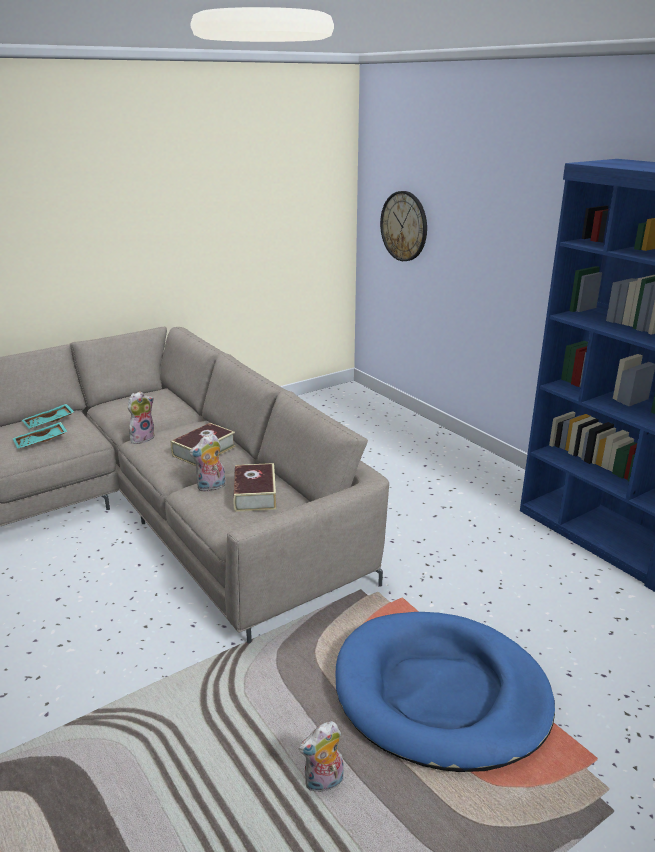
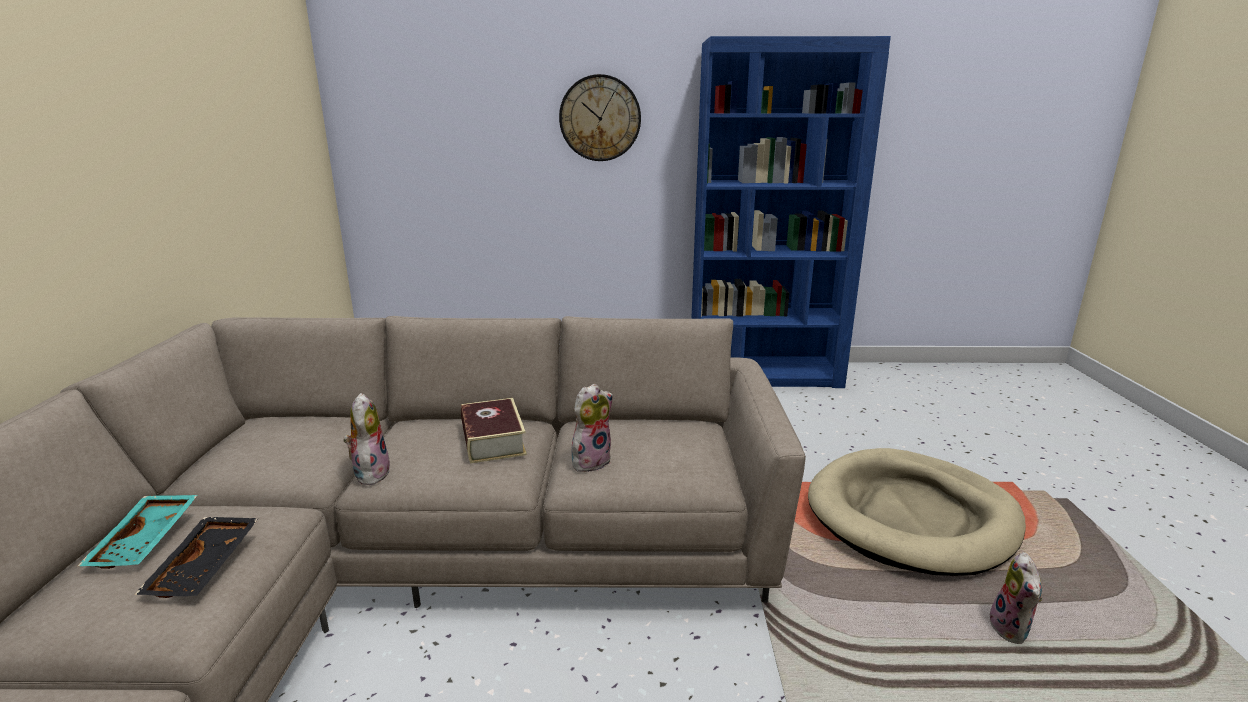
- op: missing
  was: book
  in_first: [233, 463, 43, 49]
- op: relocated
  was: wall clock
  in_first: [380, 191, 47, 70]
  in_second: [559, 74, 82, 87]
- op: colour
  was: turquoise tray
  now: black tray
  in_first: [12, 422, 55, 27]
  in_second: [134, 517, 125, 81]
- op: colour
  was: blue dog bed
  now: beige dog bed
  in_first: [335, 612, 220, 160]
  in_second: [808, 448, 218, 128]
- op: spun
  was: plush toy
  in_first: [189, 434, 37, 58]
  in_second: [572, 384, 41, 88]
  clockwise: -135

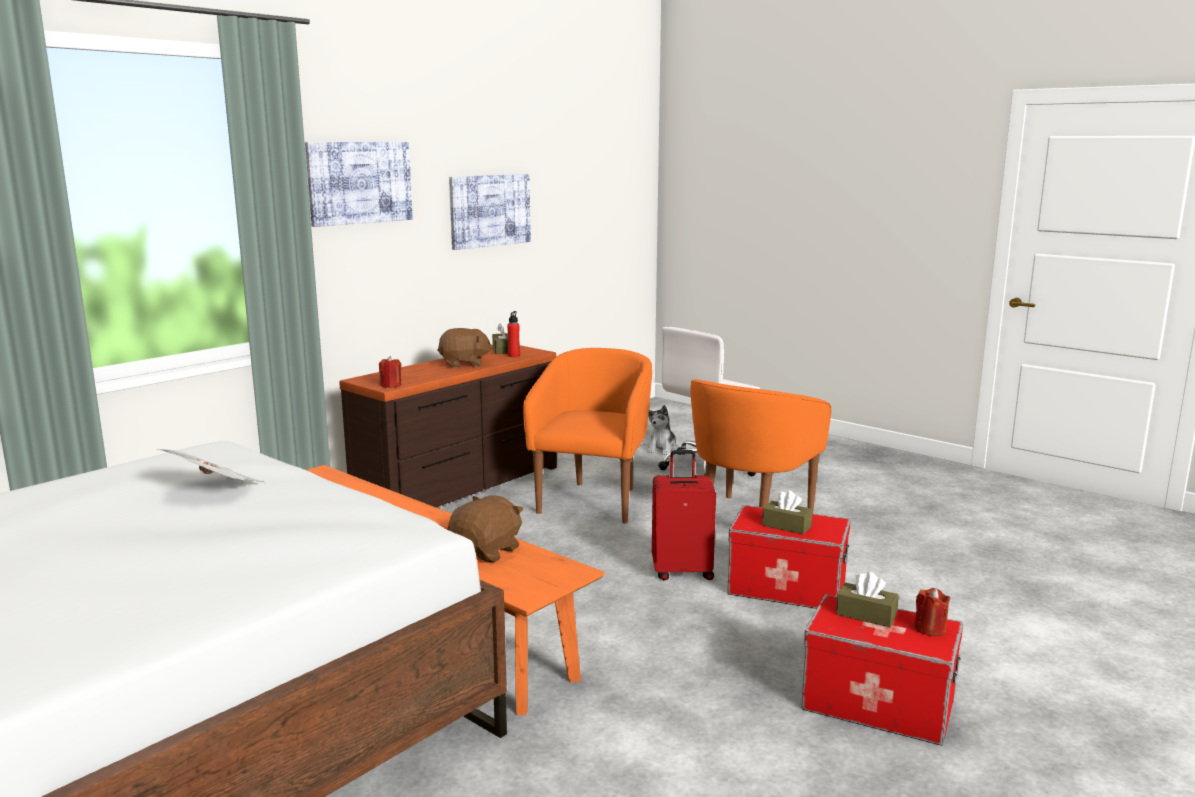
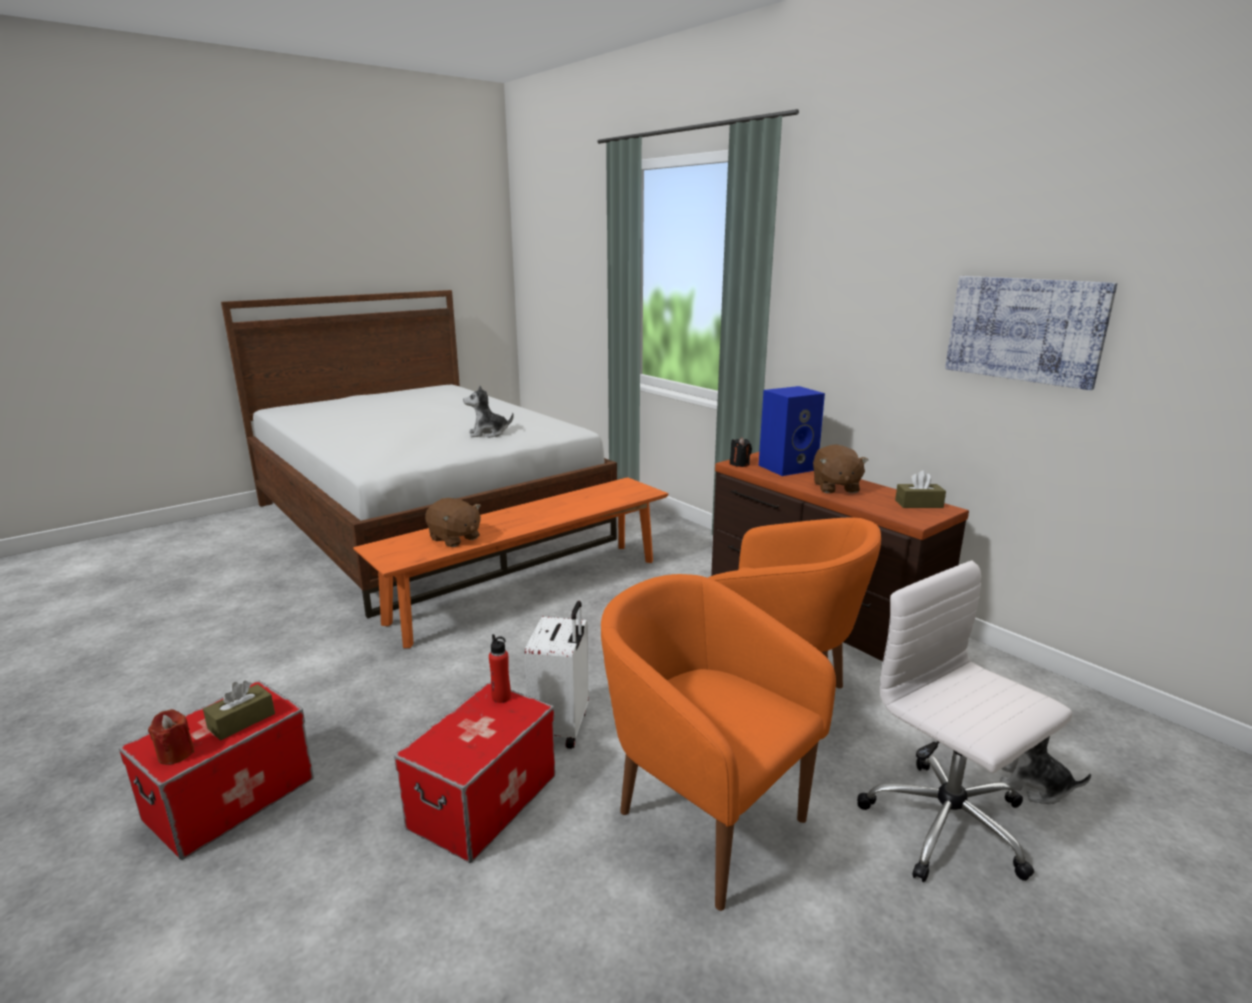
- op: missing
  was: picture
  in_first: [305, 142, 108, 85]
- op: missing
  was: brown tissue box
  in_first: [762, 490, 51, 44]
- op: appeared
  now: blue speaker
  in_second: [759, 386, 66, 90]
- op: relocated
  was: red bottle
  in_first: [507, 311, 13, 46]
  in_second: [489, 634, 22, 69]
- op: exchanged
  was: newspaper
  now: plush toy
  in_first: [156, 449, 109, 33]
  in_second: [463, 385, 51, 53]
- op: colour
  was: red candle
  now: black candle
  in_first: [379, 356, 23, 32]
  in_second: [730, 437, 22, 30]
- op: colour
  was: red suitcase
  now: white suitcase
  in_first: [652, 450, 64, 130]
  in_second: [525, 601, 64, 148]

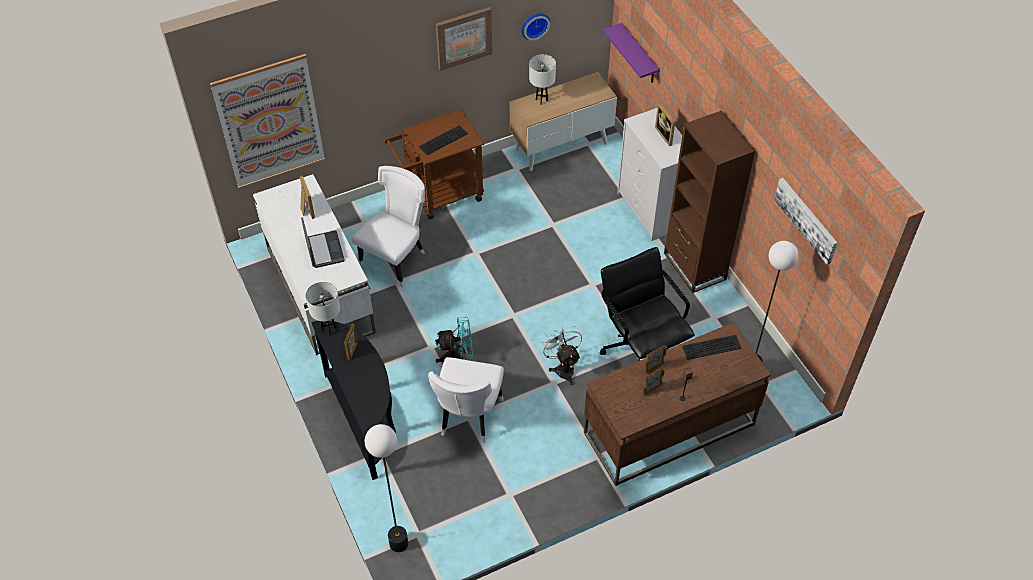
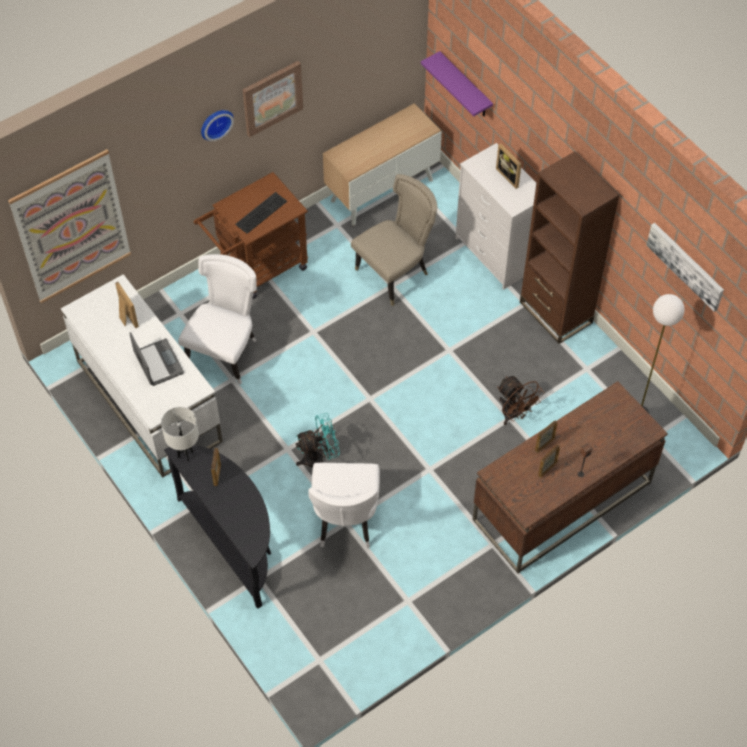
- op: missing
  was: floor lamp
  in_first: [365, 424, 43, 128]
- op: missing
  was: white table lamp
  in_first: [529, 54, 27, 51]
- op: missing
  was: white fan
  in_first: [540, 324, 42, 61]
- op: missing
  was: keyboard
  in_first: [682, 335, 60, 25]
- op: appeared
  now: beige chair
  in_second: [351, 174, 86, 132]
- op: relocated
  was: wall clock
  in_first: [522, 13, 28, 27]
  in_second: [201, 110, 33, 31]
- op: exchanged
  was: black office chair
  now: brown fan
  in_first: [600, 247, 95, 114]
  in_second: [497, 376, 47, 49]

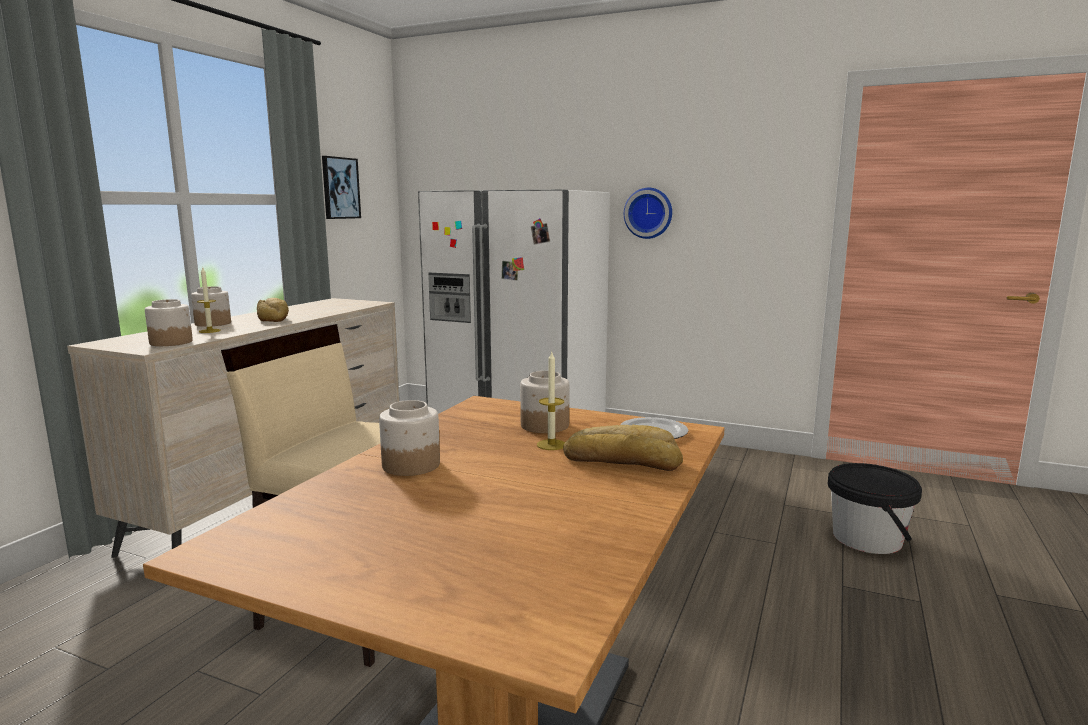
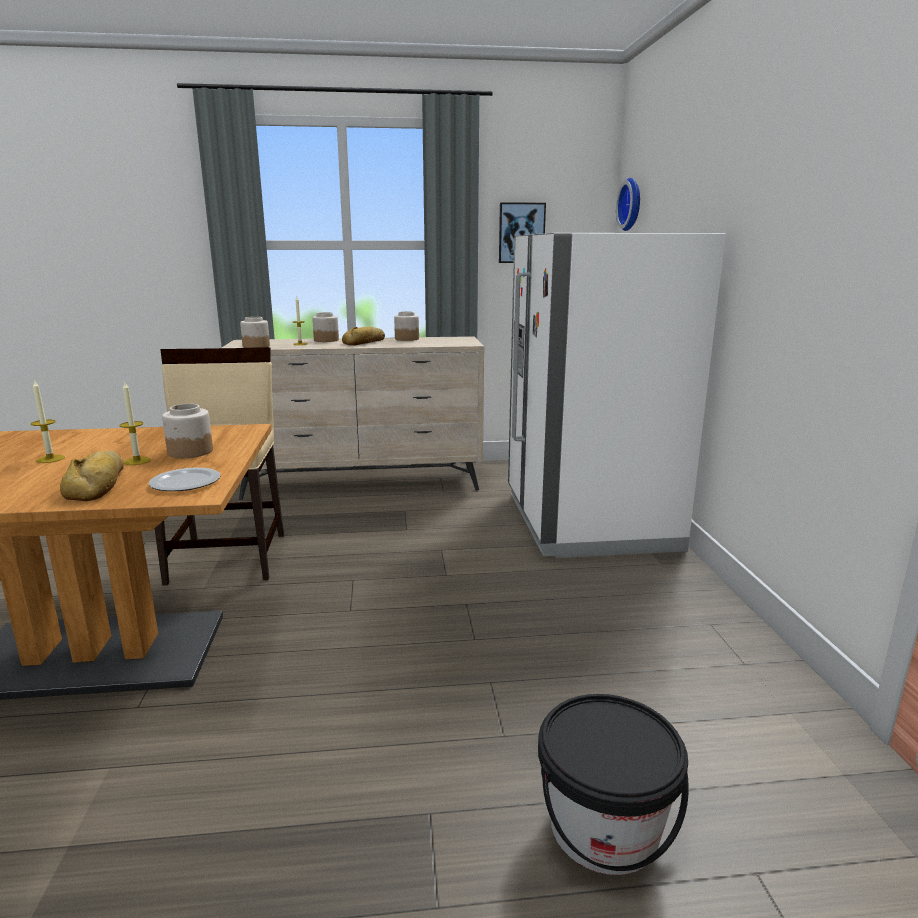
- op: appeared
  now: candle
  in_second: [31, 379, 34, 84]
- op: relocated
  was: jar
  in_first: [379, 400, 61, 76]
  in_second: [394, 311, 25, 30]
- op: relocated
  was: wall clock
  in_first: [624, 188, 48, 51]
  in_second: [616, 178, 24, 53]

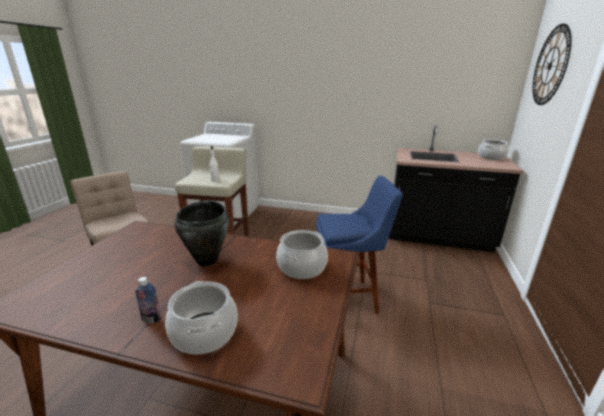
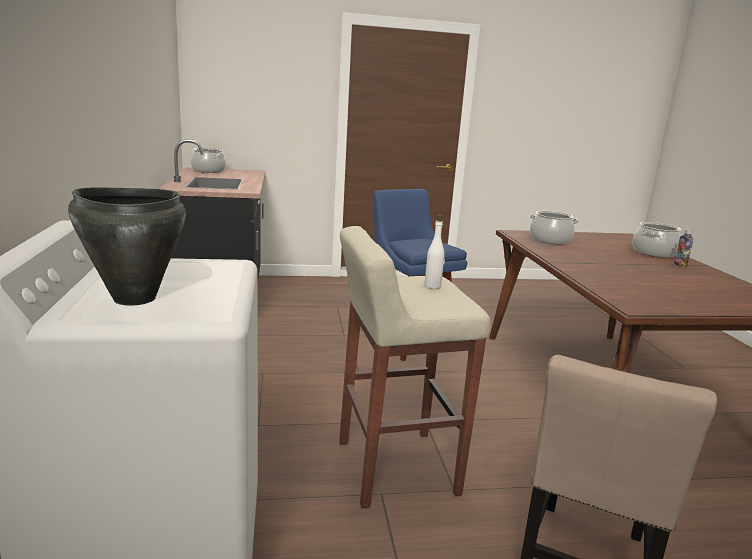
- op: missing
  was: wall clock
  in_first: [532, 23, 40, 82]
- op: relocated
  was: black cooking pot
  in_first: [174, 201, 55, 65]
  in_second: [68, 188, 118, 118]

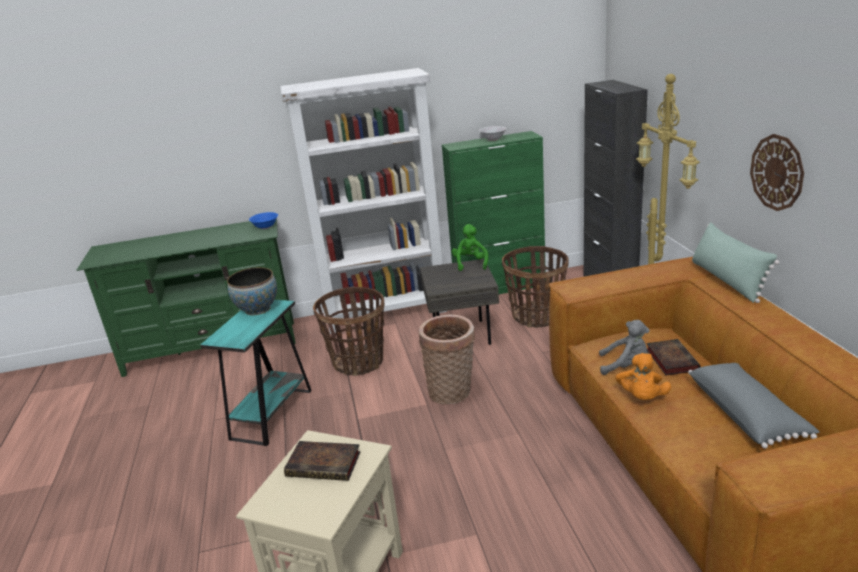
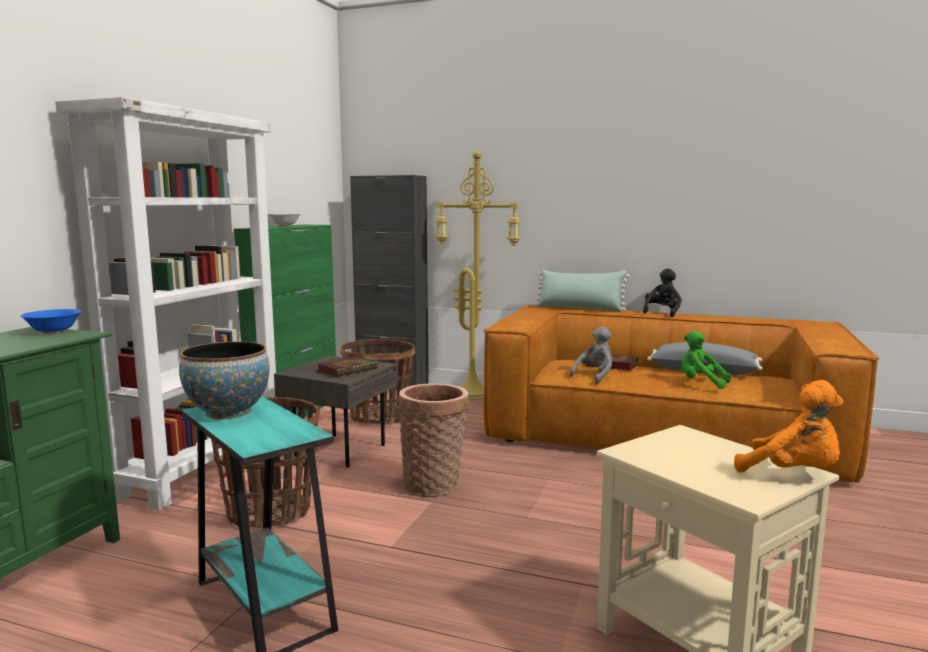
- op: missing
  was: wall clock
  in_first: [750, 134, 54, 77]
- op: appeared
  now: black plush toy
  in_second: [643, 269, 39, 48]
- op: relocated
  was: book
  in_first: [284, 441, 77, 40]
  in_second: [317, 356, 61, 21]
- op: relocated
  was: green plush toy
  in_first: [452, 224, 36, 47]
  in_second: [681, 331, 50, 58]
- op: relocated
  was: orange plush toy
  in_first: [615, 353, 56, 47]
  in_second: [734, 380, 109, 93]

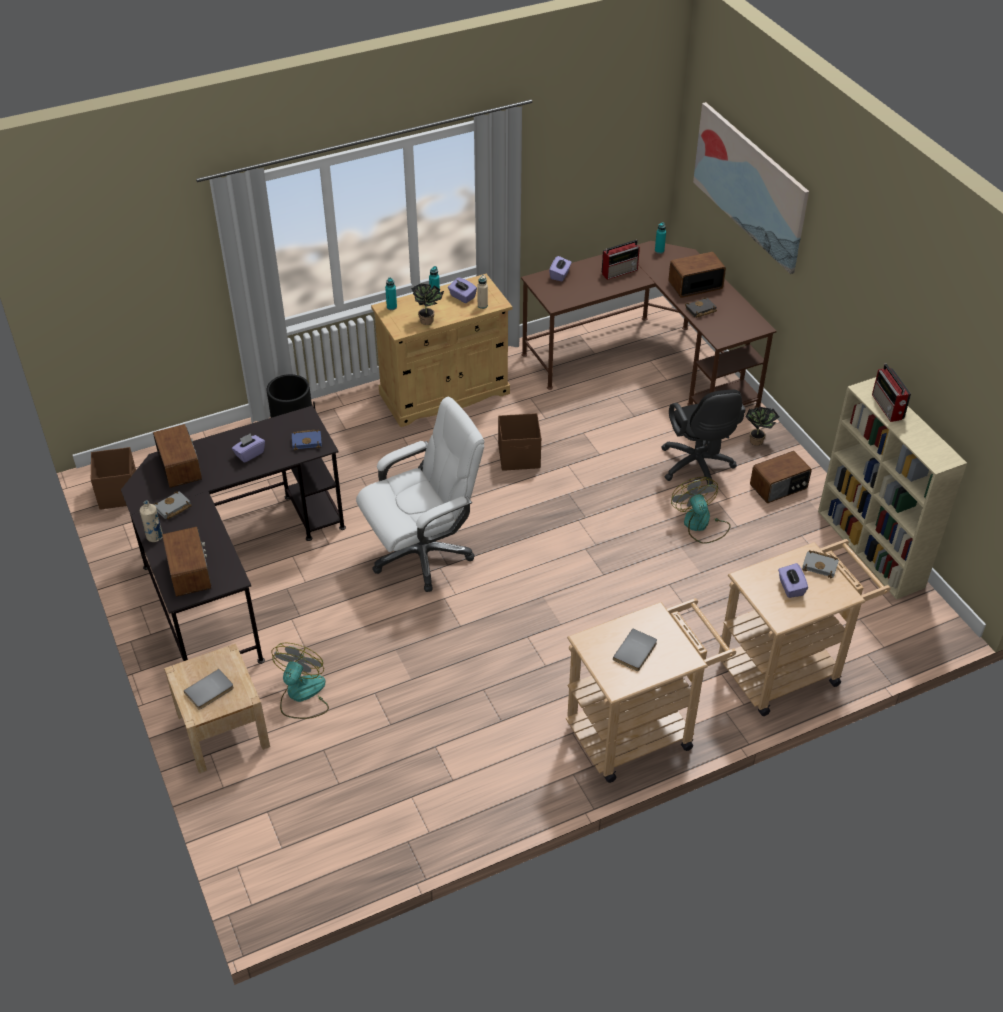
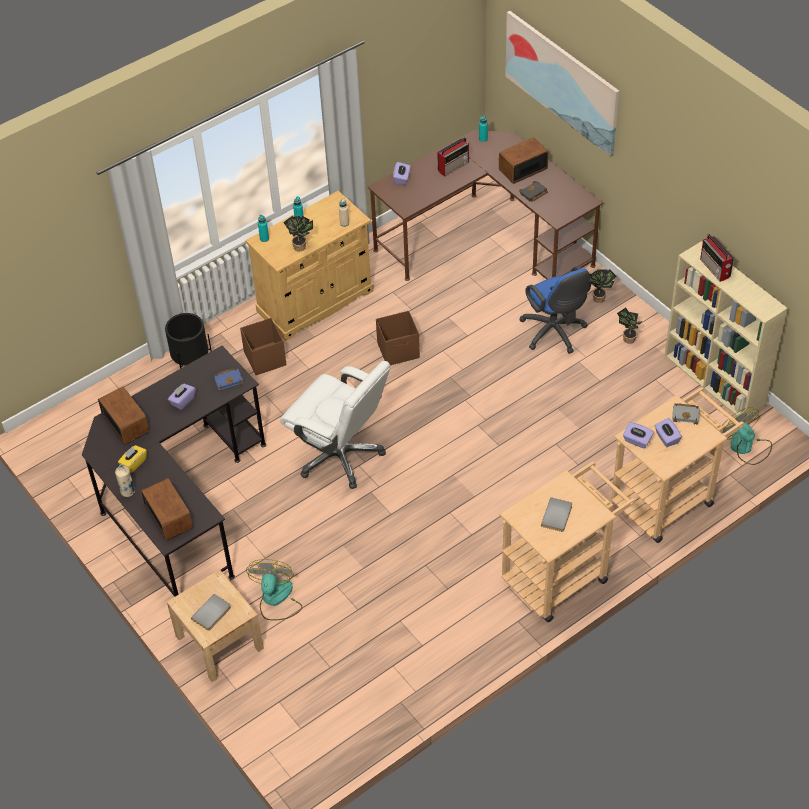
- op: relocated
  was: brown storage box
  in_first: [91, 447, 45, 63]
  in_second: [240, 318, 46, 57]
- op: relocated
  was: purple tissue box
  in_first: [448, 277, 29, 26]
  in_second: [623, 422, 31, 26]
- op: relocated
  was: fan
  in_first: [671, 477, 60, 67]
  in_second: [722, 407, 50, 58]
- op: exchanged
  was: grey book
  now: yellow tissue box
  in_first: [153, 491, 38, 28]
  in_second: [118, 445, 29, 28]
- op: exchanged
  was: radio
  now: potted plant
  in_first: [750, 451, 62, 52]
  in_second: [617, 308, 25, 36]
- op: colour
  was: black office chair
  now: blue office chair
  in_first: [661, 390, 85, 95]
  in_second: [520, 266, 72, 88]
- op: spun
  was: white office chair
  in_first: [356, 397, 129, 195]
  in_second: [280, 361, 110, 128]
  clockwise: 75

